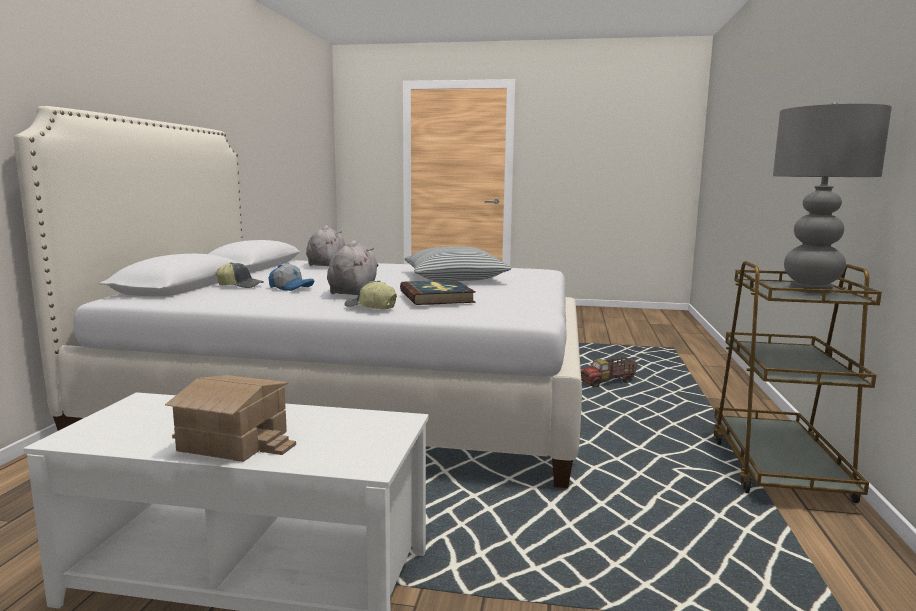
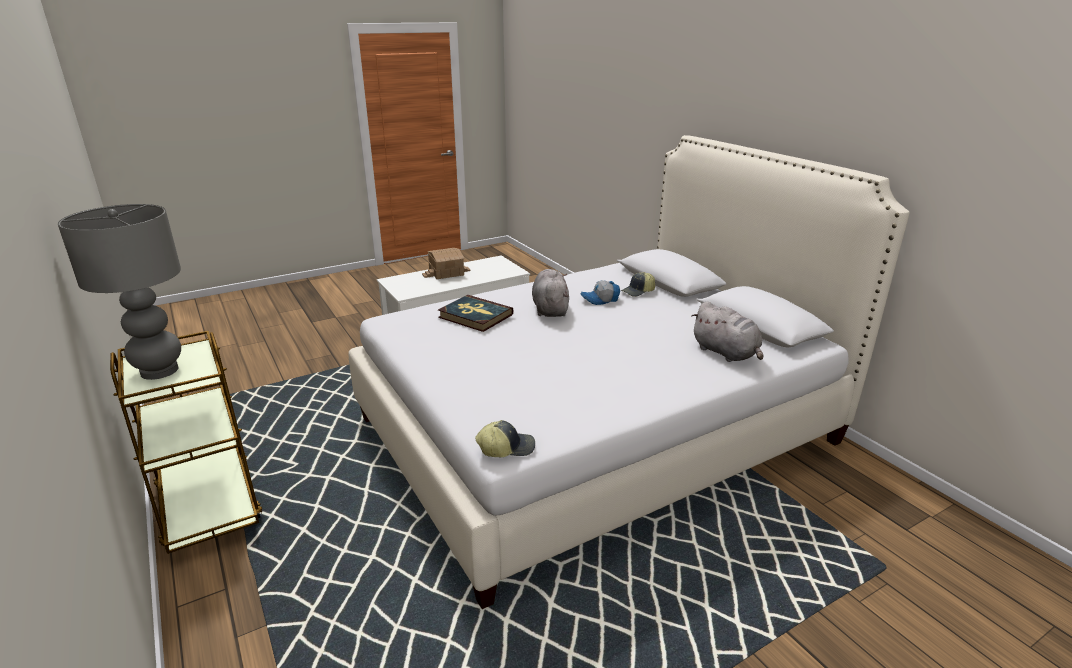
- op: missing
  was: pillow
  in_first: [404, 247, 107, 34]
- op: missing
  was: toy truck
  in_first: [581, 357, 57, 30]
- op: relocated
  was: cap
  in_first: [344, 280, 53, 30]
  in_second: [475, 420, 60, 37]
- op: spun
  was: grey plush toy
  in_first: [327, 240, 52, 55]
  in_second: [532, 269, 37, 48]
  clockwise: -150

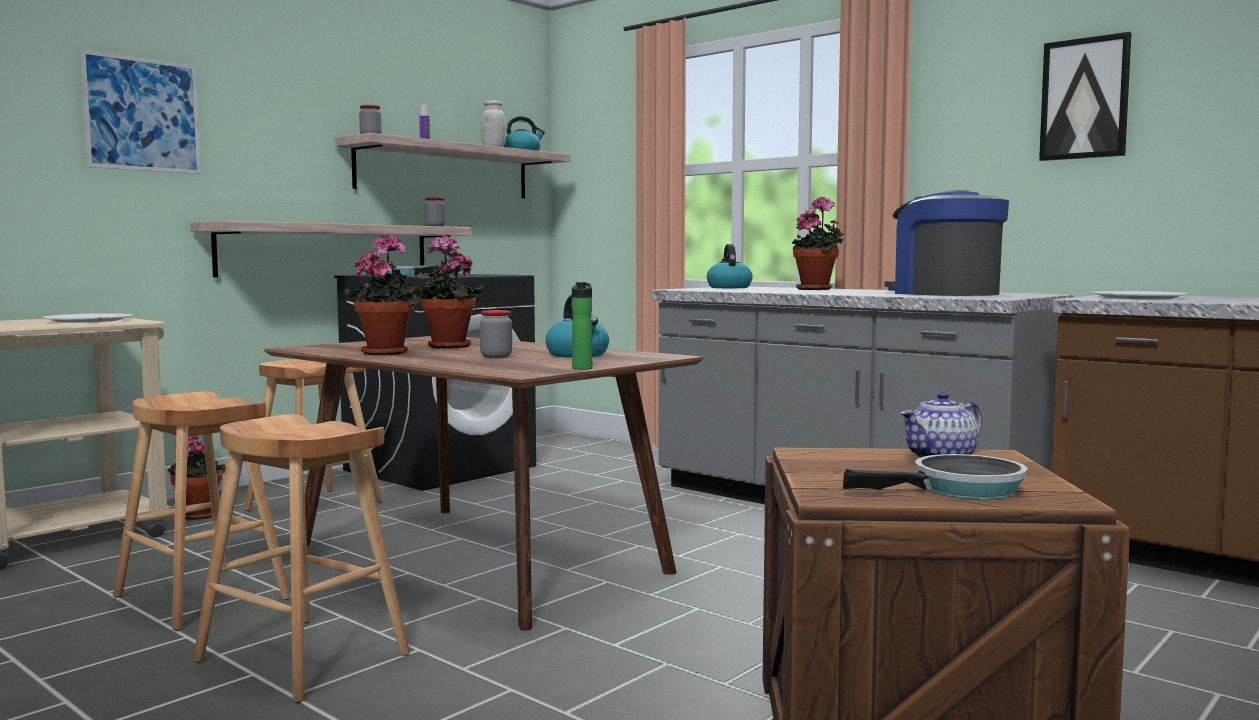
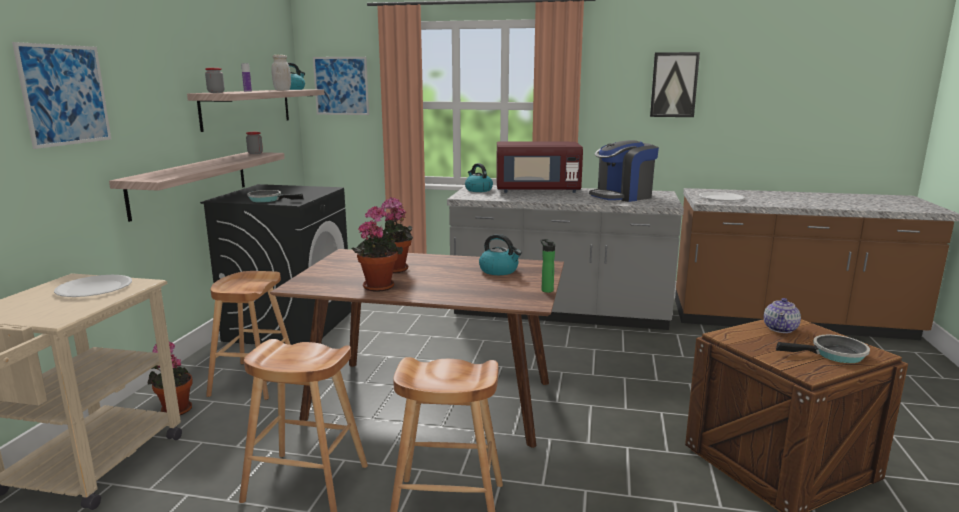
- op: missing
  was: jar
  in_first: [480, 310, 32, 48]
- op: appeared
  now: picture
  in_second: [313, 57, 56, 58]
- op: exchanged
  was: potted plant
  now: red microwave
  in_first: [792, 196, 52, 94]
  in_second: [496, 141, 87, 52]
- op: spun
  was: frying pan
  in_first: [843, 454, 185, 45]
  in_second: [776, 335, 94, 28]
  clockwise: 45
- op: spun
  was: coffee machine
  in_first: [885, 190, 124, 106]
  in_second: [589, 140, 70, 62]
  clockwise: -60

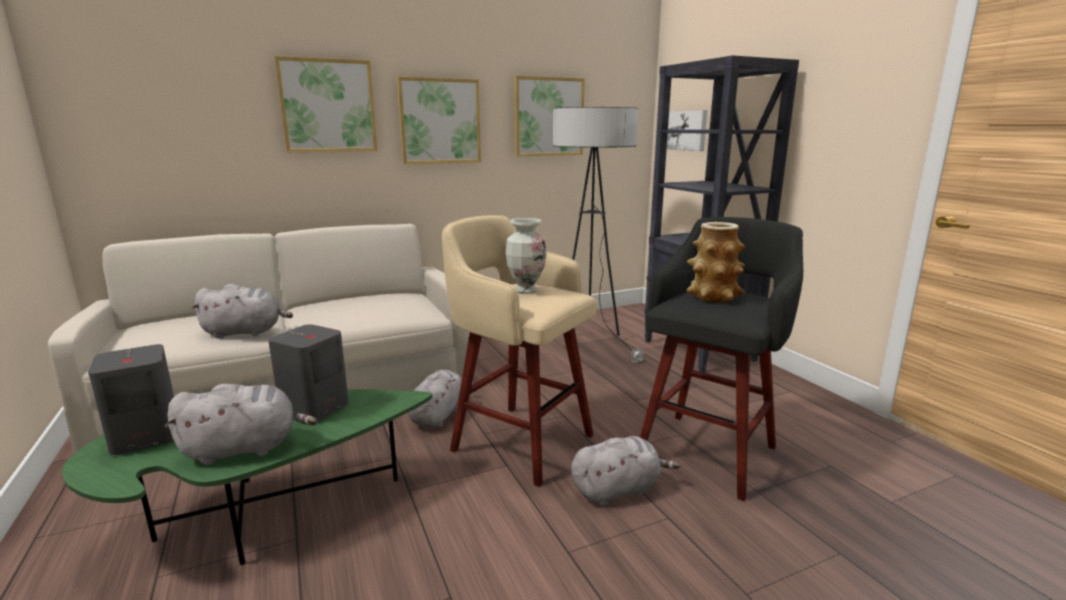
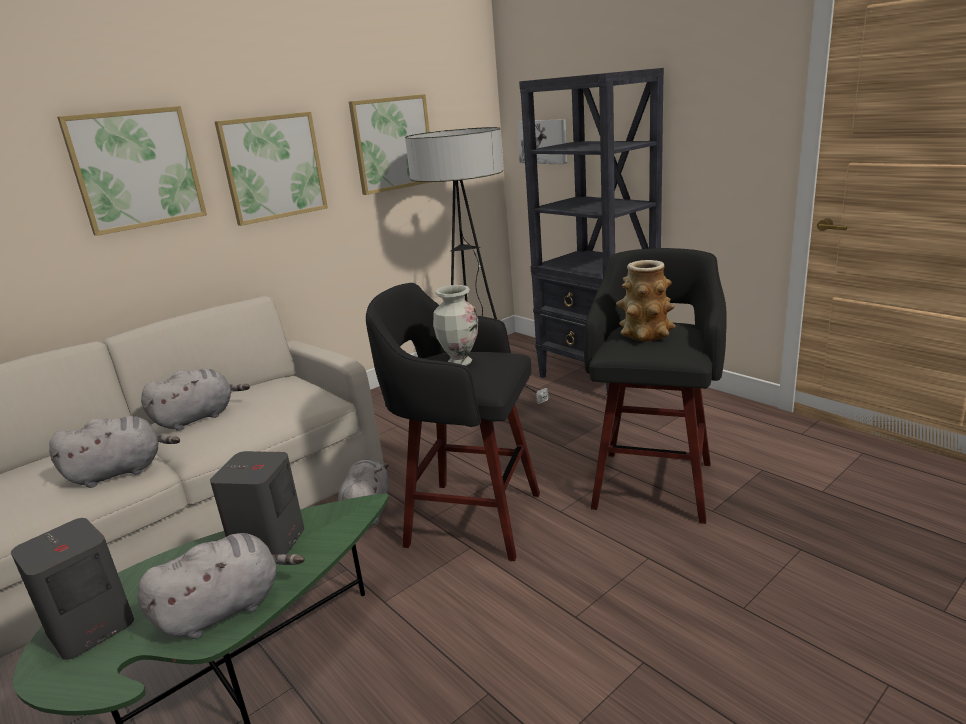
- op: relocated
  was: grey plush toy
  in_first: [571, 436, 109, 70]
  in_second: [141, 368, 109, 63]
- op: colour
  was: beige stool
  now: black stool
  in_first: [442, 215, 155, 272]
  in_second: [366, 283, 174, 278]

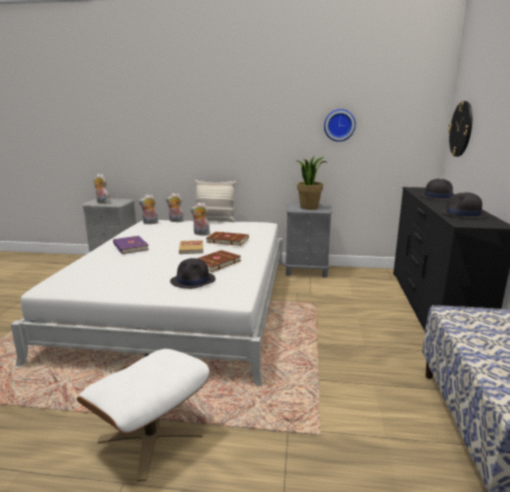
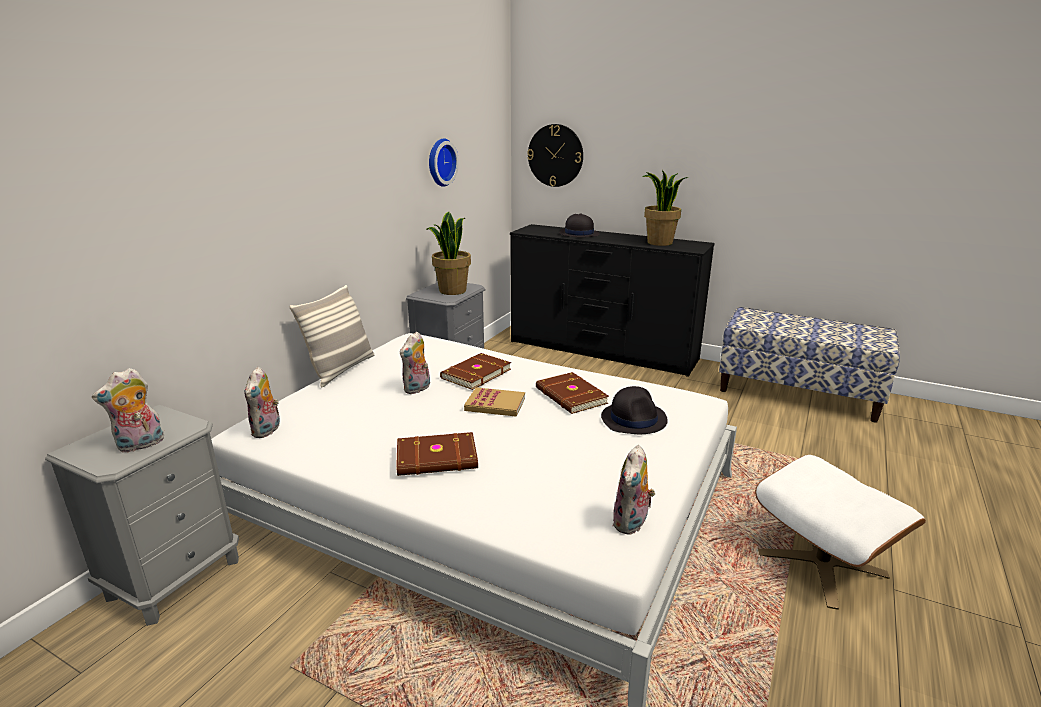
- op: relocated
  was: plush toy
  in_first: [166, 193, 18, 29]
  in_second: [612, 445, 43, 90]
- op: exchanged
  was: black hat
  now: potted plant
  in_first: [439, 192, 49, 26]
  in_second: [642, 170, 46, 76]
- op: colour
  was: purple book
  now: brown book
  in_first: [113, 236, 36, 18]
  in_second: [396, 432, 82, 44]

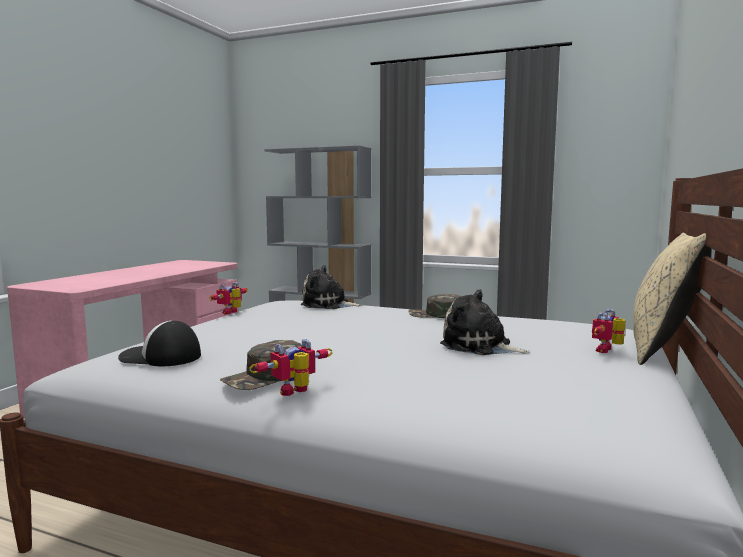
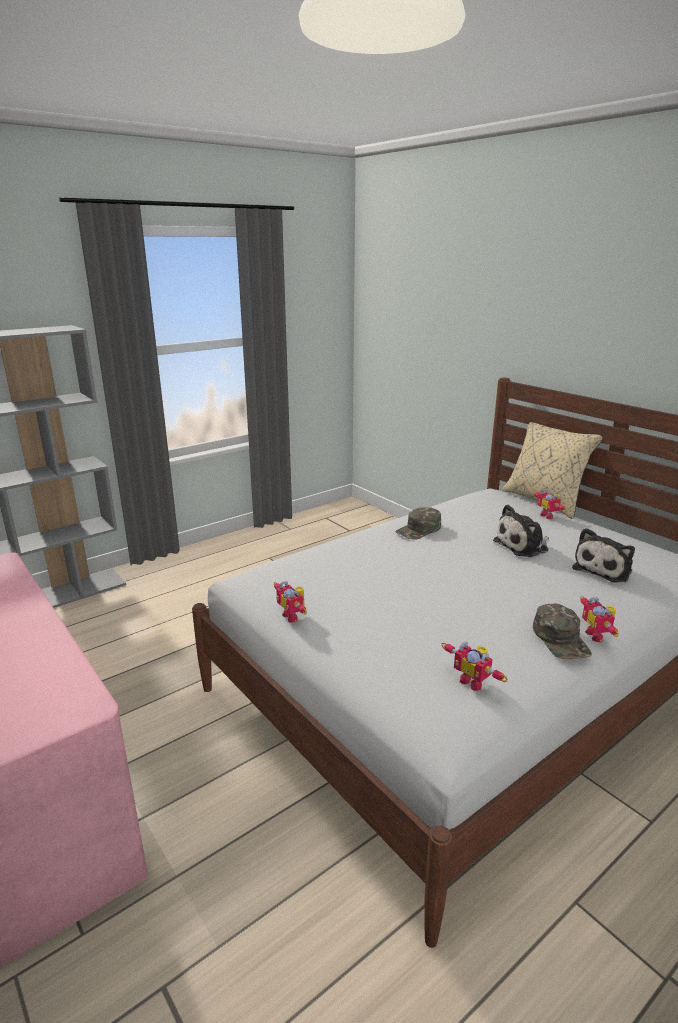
- op: relocated
  was: plush toy
  in_first: [301, 265, 62, 44]
  in_second: [572, 528, 63, 55]
- op: exchanged
  was: cap
  now: toy robot
  in_first: [118, 320, 83, 46]
  in_second: [441, 641, 67, 50]

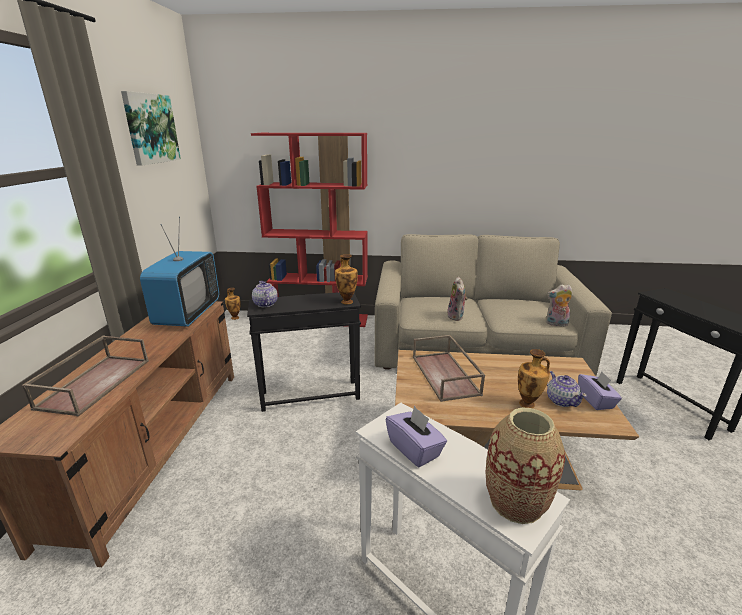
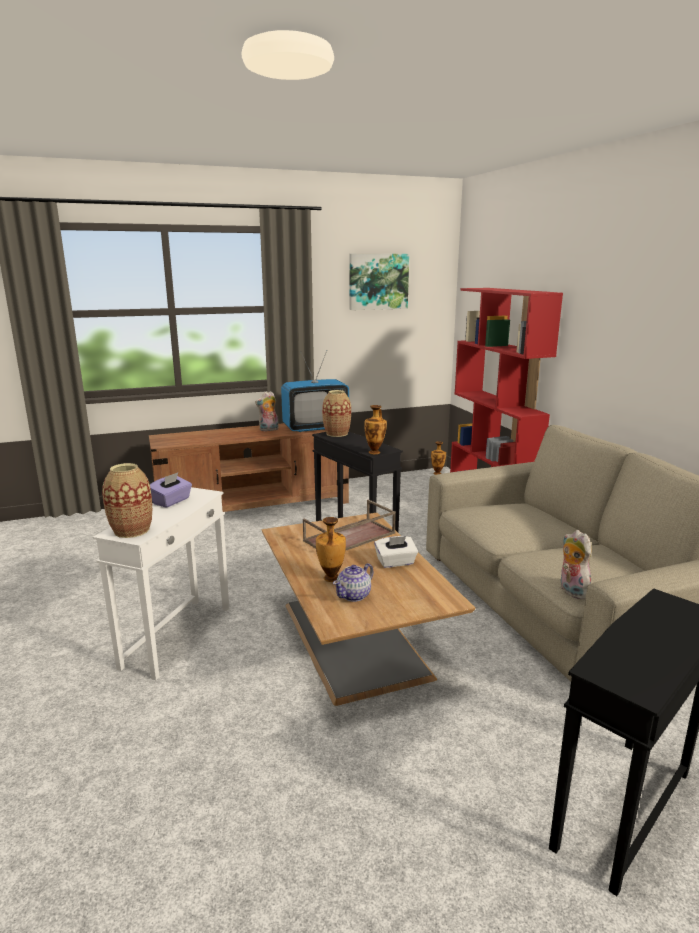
- op: missing
  was: brown tray
  in_first: [22, 336, 127, 81]
- op: missing
  was: purple tissue box
  in_first: [578, 372, 44, 38]
- op: appeared
  now: white tissue box
  in_second: [374, 536, 44, 32]
- op: relocated
  was: plush toy
  in_first: [447, 277, 21, 44]
  in_second: [255, 391, 24, 41]
- op: exchanged
  was: teapot
  now: vase
  in_first: [252, 281, 26, 26]
  in_second: [322, 390, 29, 47]

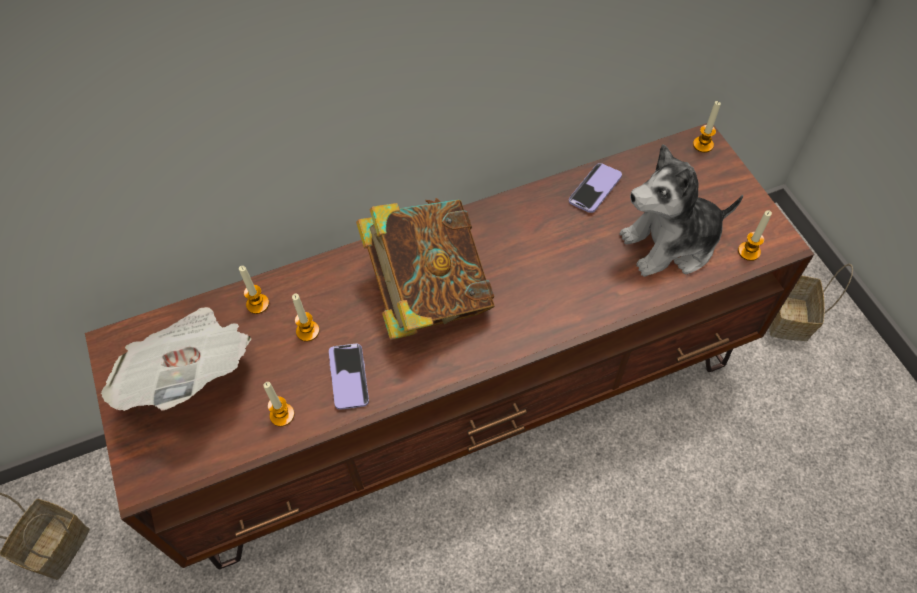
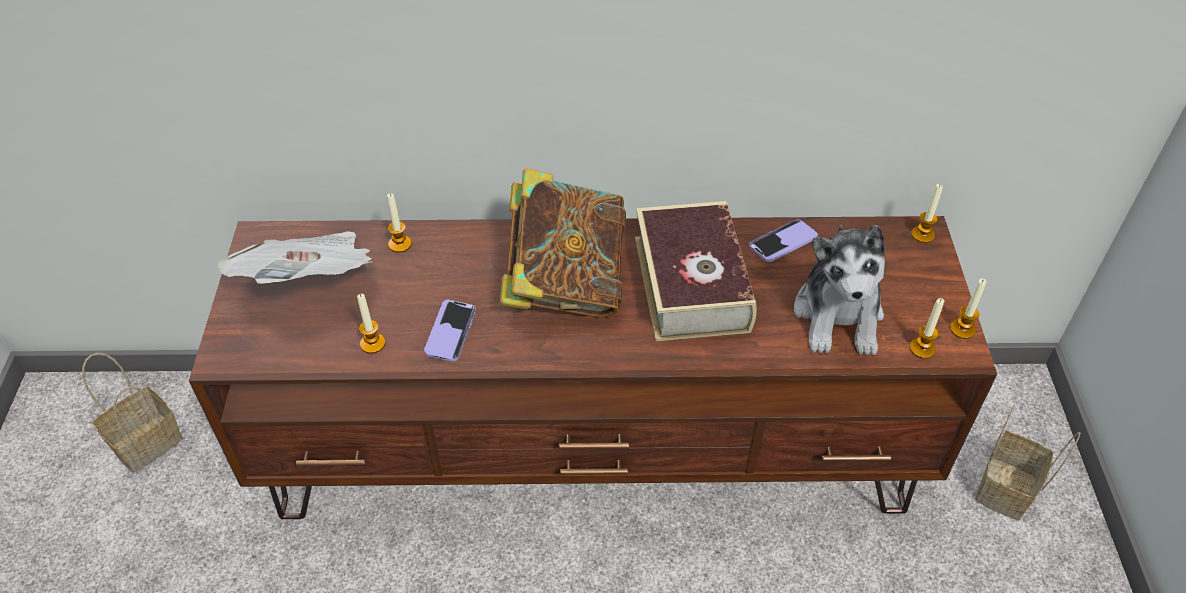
- op: appeared
  now: book
  in_second: [635, 201, 121, 140]
- op: relocated
  was: candle
  in_first: [292, 294, 28, 48]
  in_second: [950, 278, 37, 61]
- op: spun
  was: plush toy
  in_first: [620, 144, 123, 133]
  in_second: [794, 224, 91, 131]
  clockwise: -90

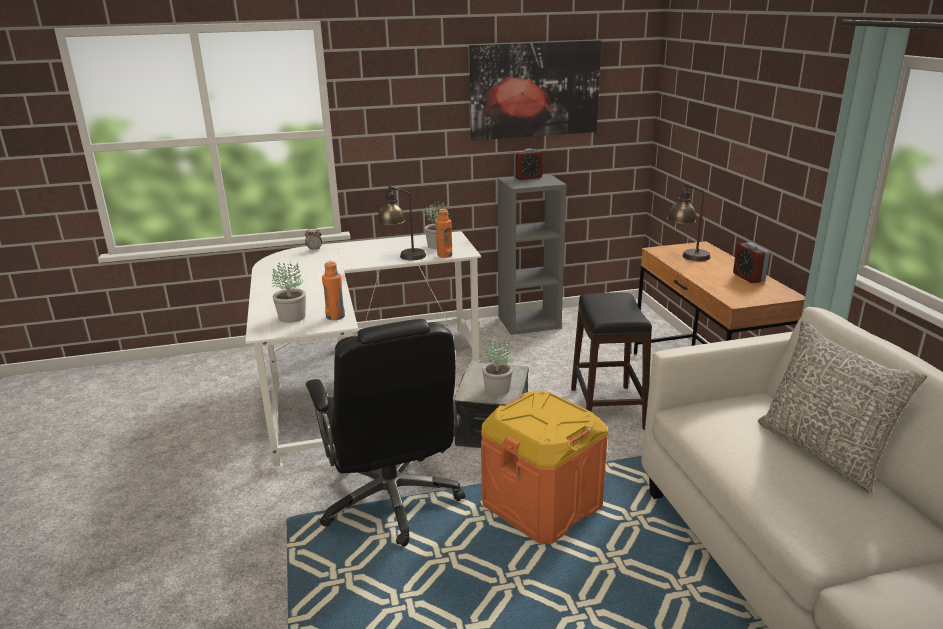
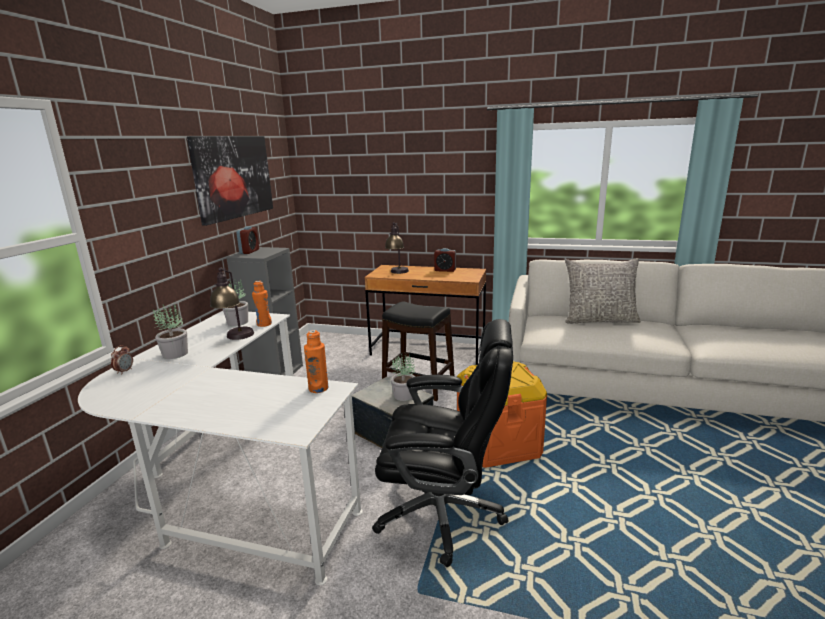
- op: relocated
  was: potted plant
  in_first: [272, 261, 34, 62]
  in_second: [153, 304, 35, 55]

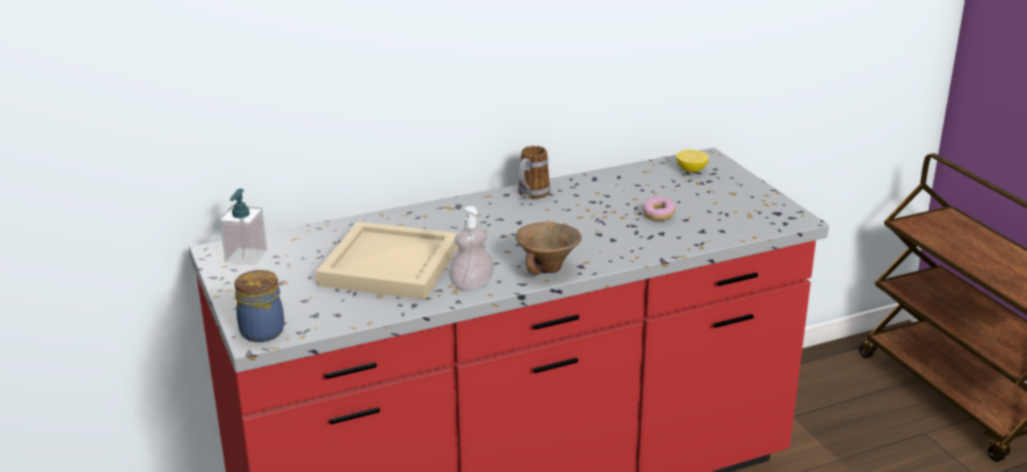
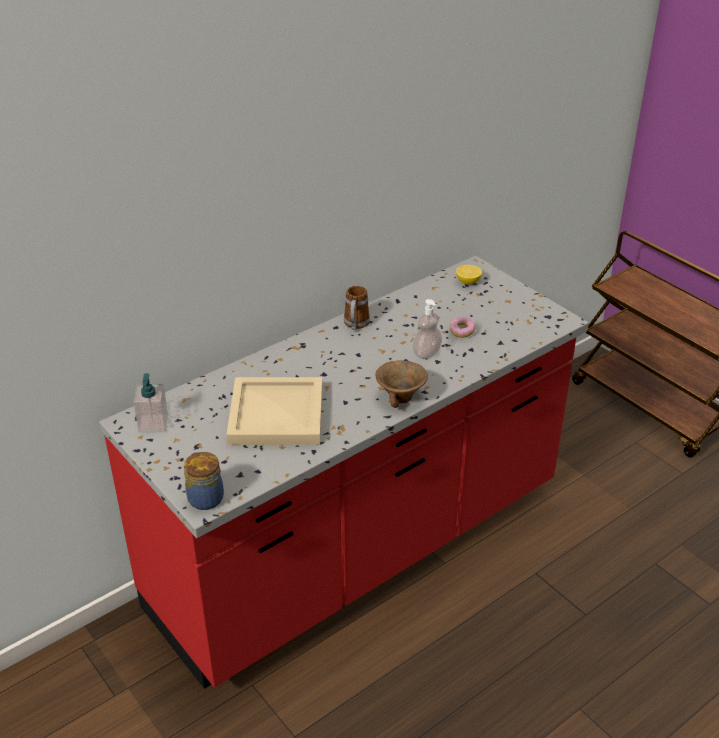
- op: relocated
  was: soap dispenser
  in_first: [449, 206, 46, 85]
  in_second: [413, 299, 29, 60]

